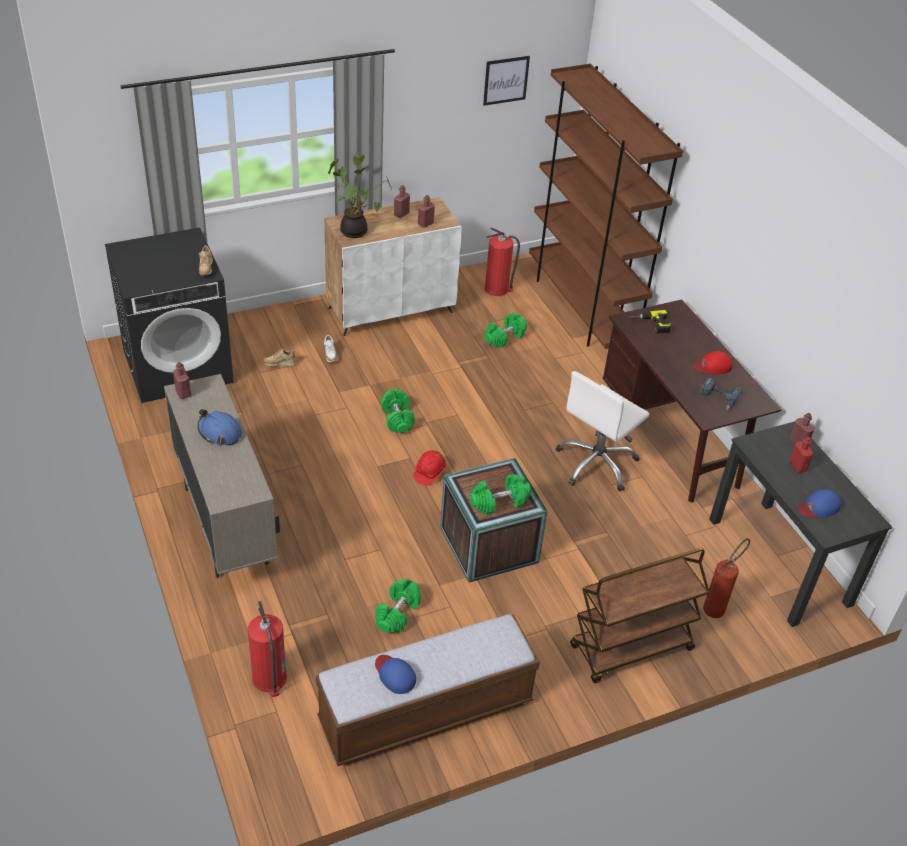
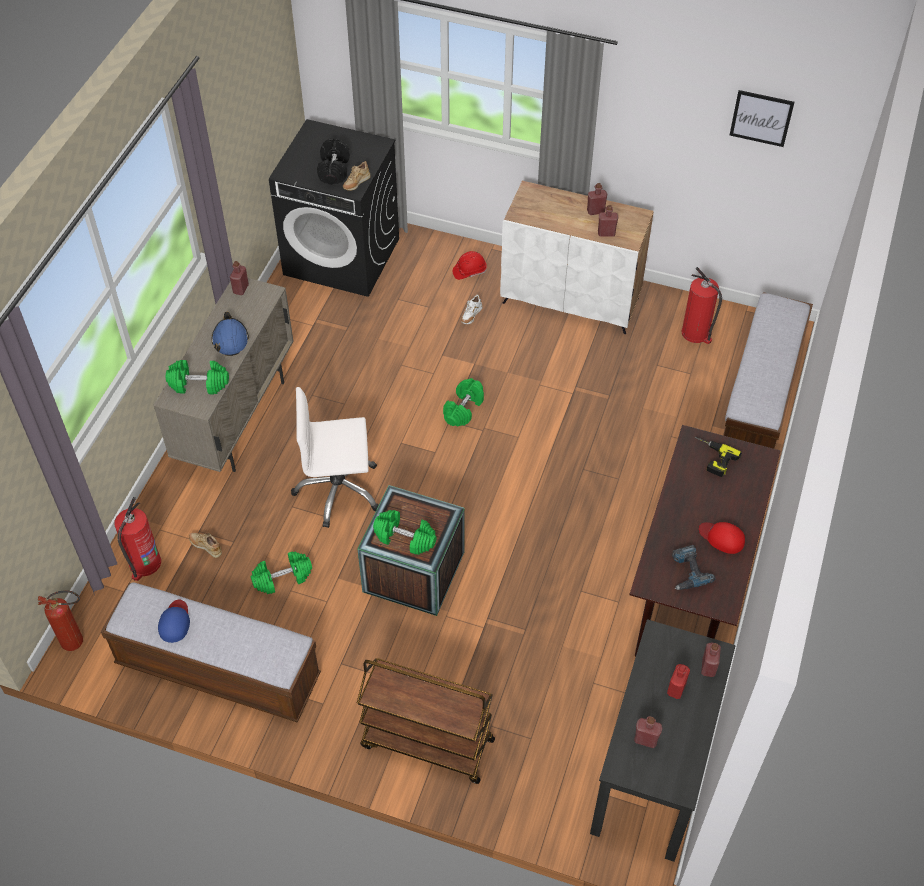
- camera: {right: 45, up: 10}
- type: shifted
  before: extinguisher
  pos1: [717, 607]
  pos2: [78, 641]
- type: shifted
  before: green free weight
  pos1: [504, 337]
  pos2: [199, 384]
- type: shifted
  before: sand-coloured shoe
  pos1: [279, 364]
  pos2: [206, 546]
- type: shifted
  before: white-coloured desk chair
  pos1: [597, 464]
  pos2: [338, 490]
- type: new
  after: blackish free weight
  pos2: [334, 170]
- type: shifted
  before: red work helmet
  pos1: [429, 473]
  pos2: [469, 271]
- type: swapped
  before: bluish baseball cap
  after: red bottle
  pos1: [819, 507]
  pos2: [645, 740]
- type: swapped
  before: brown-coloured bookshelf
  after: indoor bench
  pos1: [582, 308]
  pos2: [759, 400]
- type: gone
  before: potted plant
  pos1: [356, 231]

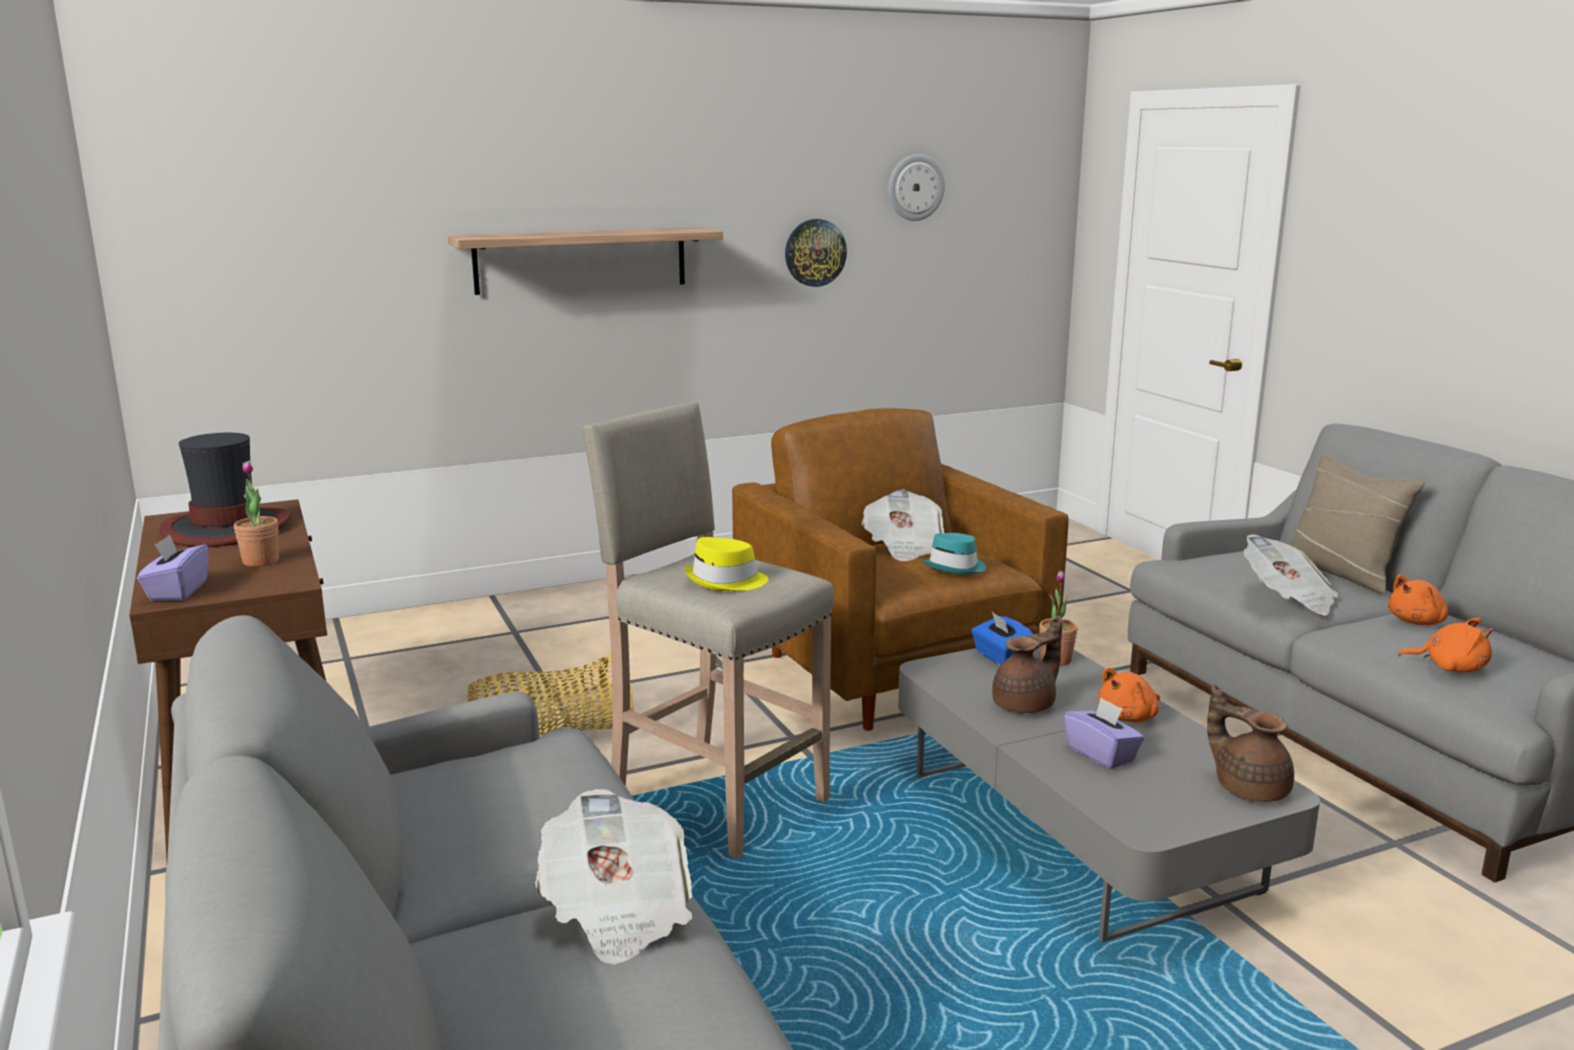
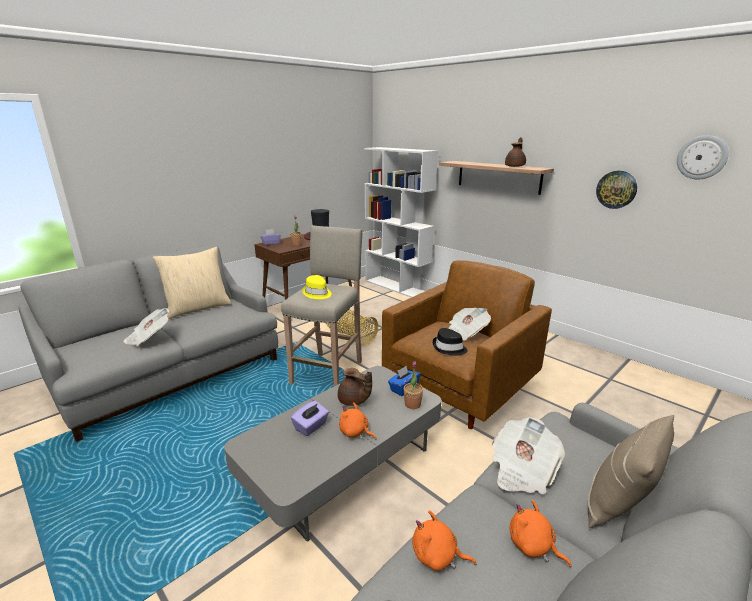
- camera: {right: 70, up: 5}
- type: new
  after: sand-coloured cushion
  pos2: [198, 308]
- type: new
  after: white-coloured bookshelf
  pos2: [397, 287]
- type: rotated
  before: orange-coloured soft toy
  pos1: [1450, 668]
  pos2: [437, 556]
  turn: 105
- type: repainted
  before: turquoise-coloured wearable hat
  after: blackish wearable hat
  pos1: [956, 567]
  pos2: [449, 348]
- type: shifted
  before: brown-coloured teapot
  pos1: [1249, 788]
  pos2: [515, 166]

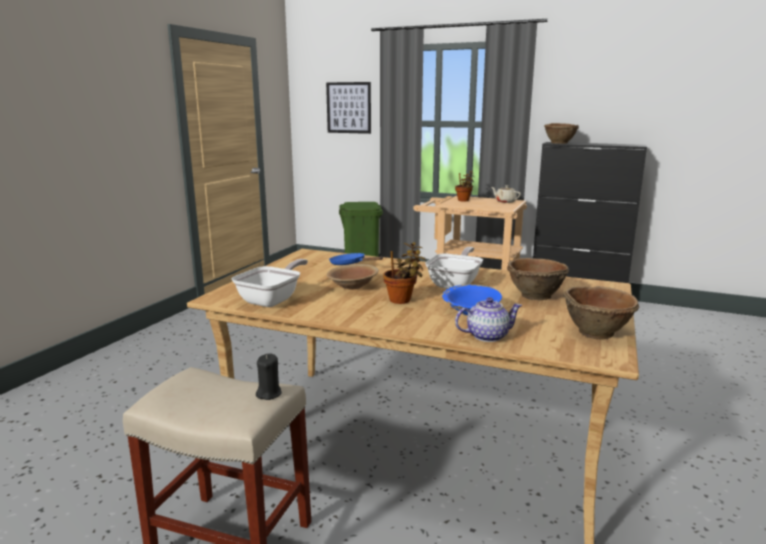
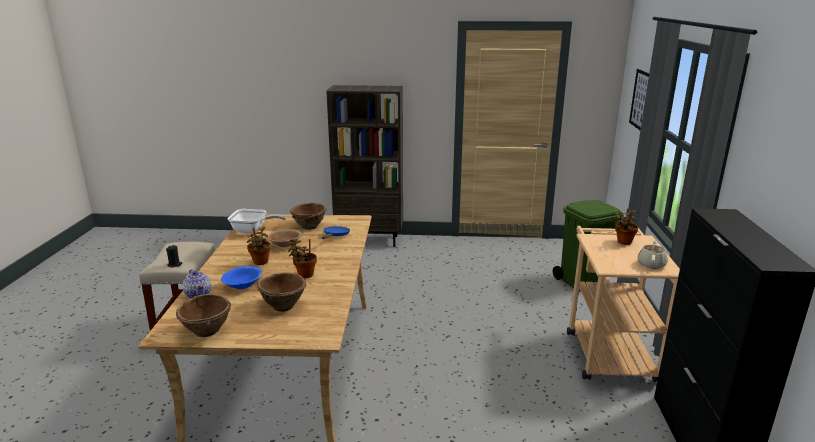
- camera: {right: 70, up: 5}
- type: swapped
  before: skillet
  after: potted plant
  pos1: [456, 283]
  pos2: [304, 274]
- type: shifted
  before: brown-coloured serving bowl
  pos1: [560, 143]
  pos2: [309, 227]
- type: new
  after: brown-coloured bookshelf
  pos2: [370, 240]

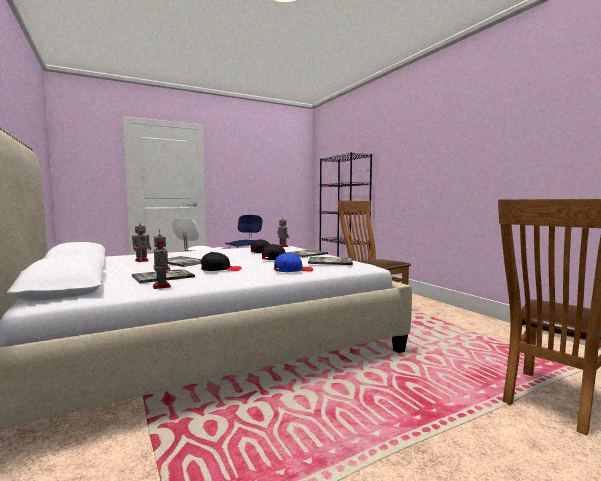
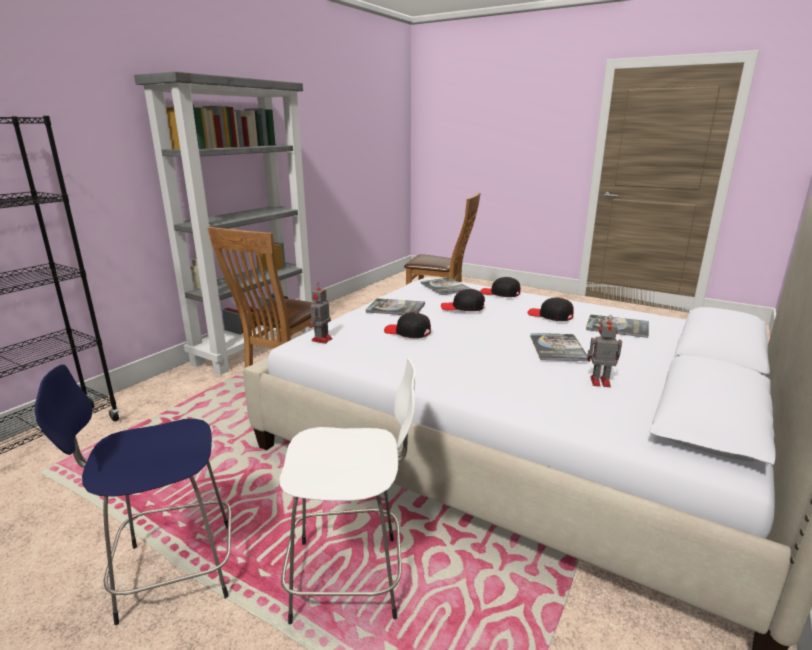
- camera: {right: -120, up: 15}
- type: new
  after: greyish bookshelf
  pos2: [256, 346]
- type: repainted
  before: bluish baseball cap
  after: blackish baseball cap
  pos1: [293, 270]
  pos2: [500, 294]
- type: gone
  before: model robot
  pos1: [161, 286]

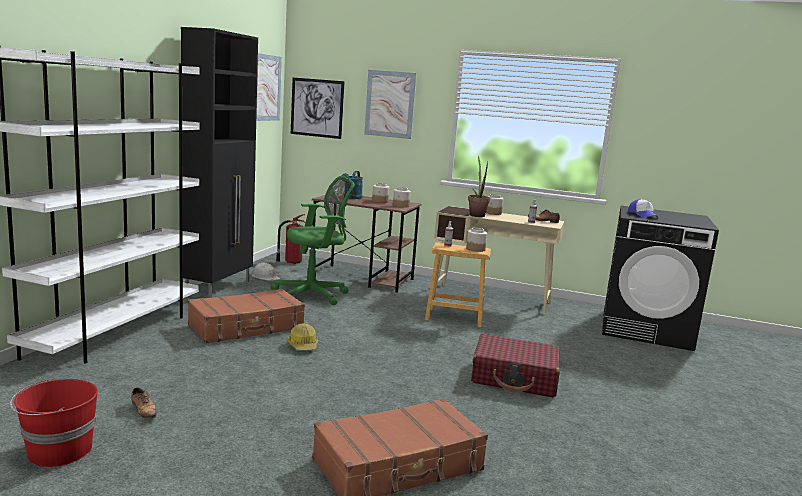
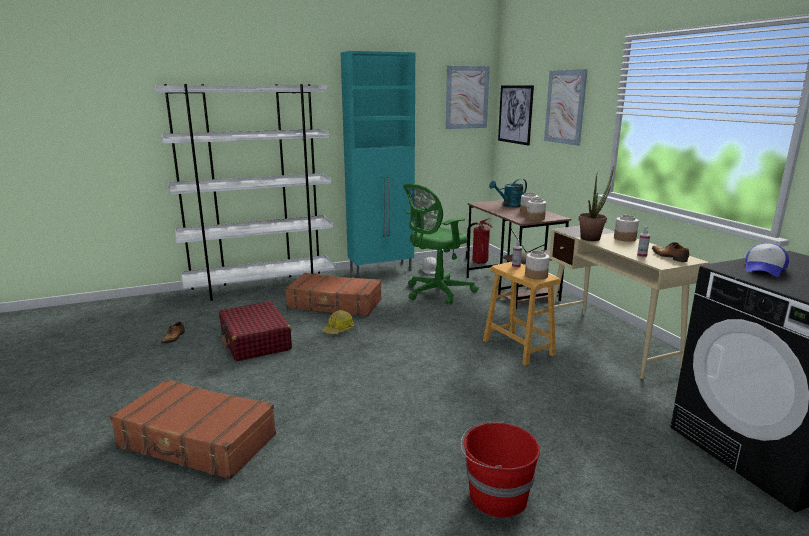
- camera: {right: 50, up: 5}
- type: shifted
  before: red piece of luggage
  pos1: [514, 378]
  pos2: [255, 341]
- type: repainted
  before: blackish cabinet
  after: turquoise-coloured cabinet
  pos1: [219, 287]
  pos2: [382, 270]
- type: rotated
  before: green desk chair
  pos1: [314, 294]
  pos2: [436, 292]
  turn: 120
- type: shifted
  before: red water bucket
  pos1: [58, 451]
  pos2: [496, 496]

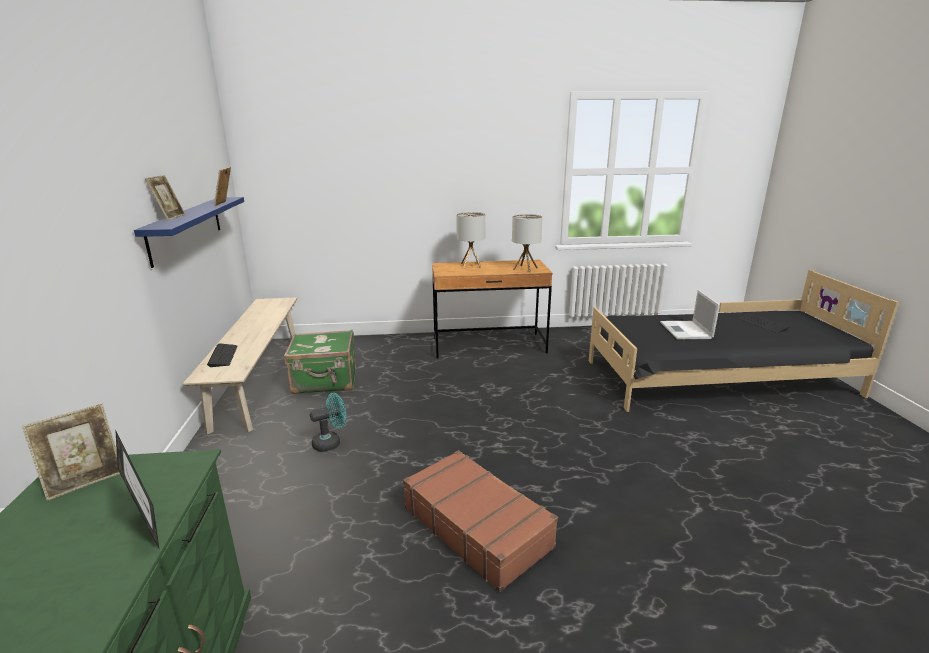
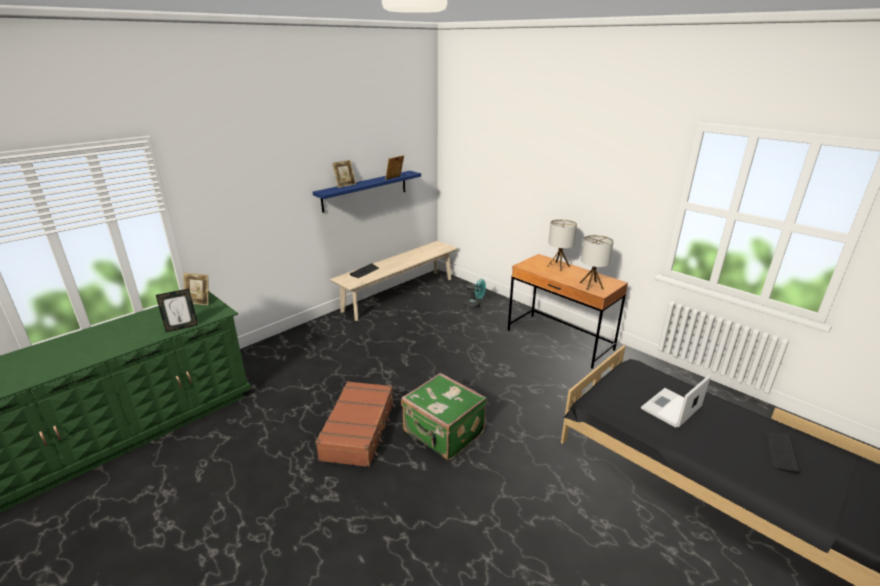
- camera: {right: 50, up: 5}
- type: rotated
  before: picture frame
  pos1: [149, 528]
  pos2: [182, 327]
  turn: 45
- type: shifted
  before: green piece of luggage
  pos1: [325, 381]
  pos2: [443, 433]
- type: shifted
  before: turquoise-coloured electric fan
  pos1: [331, 442]
  pos2: [475, 305]

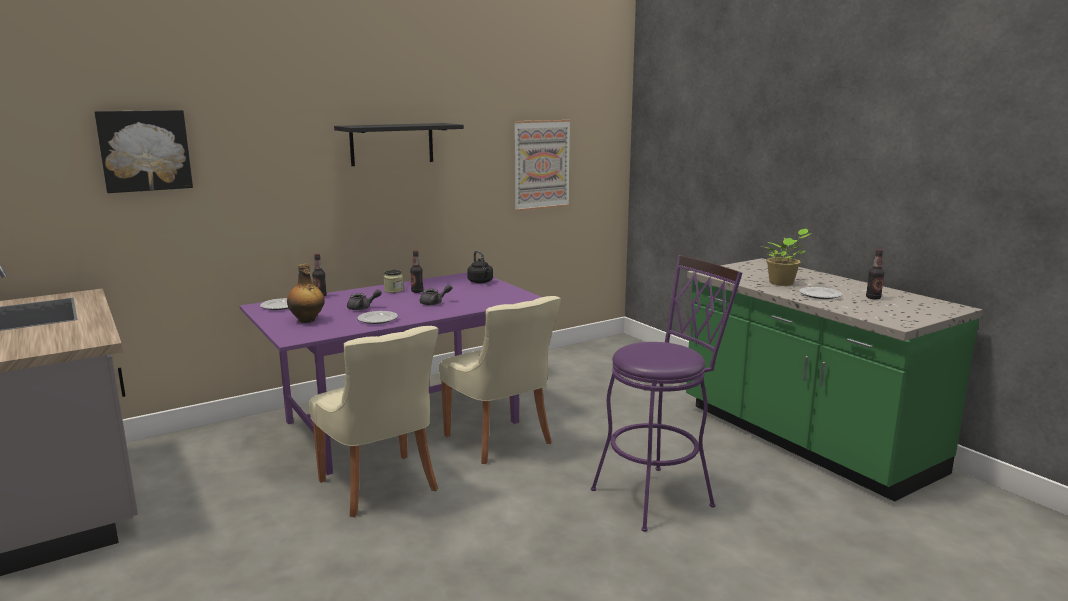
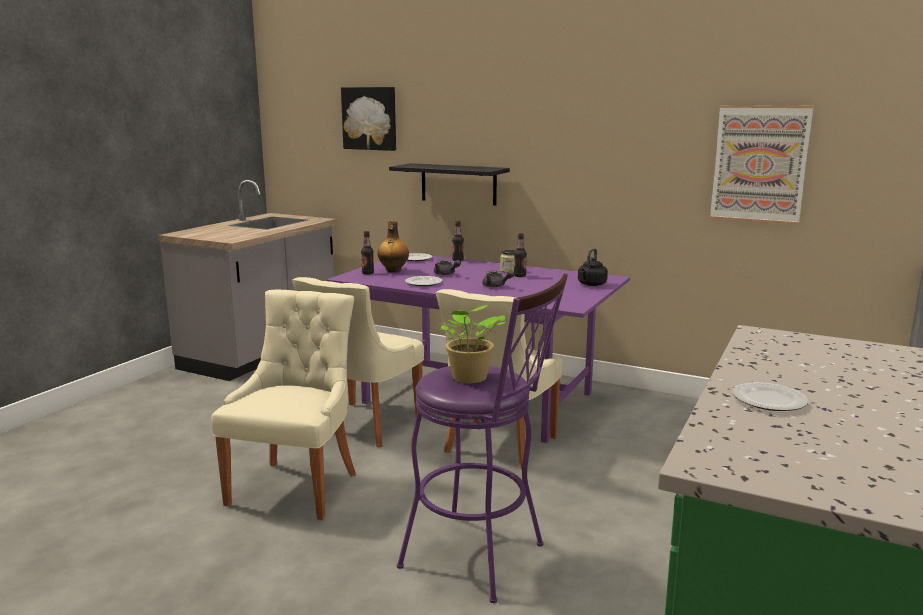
- camera: {right: 60, up: 0}
- type: new
  after: sand-coloured chair
  pos2: [296, 486]
- type: shifted
  before: bottle
  pos1: [873, 298]
  pos2: [368, 273]
- type: shifted
  before: blackish shelf
  pos1: [392, 144]
  pos2: [458, 184]
- type: shifted
  before: potted plant
  pos1: [783, 283]
  pos2: [469, 378]

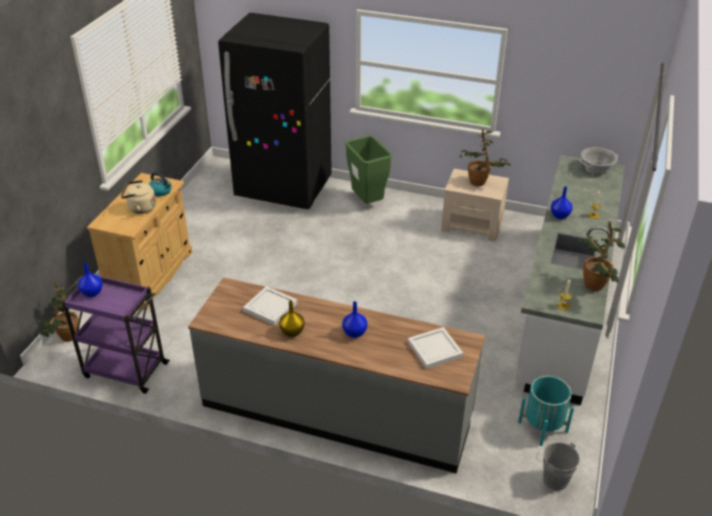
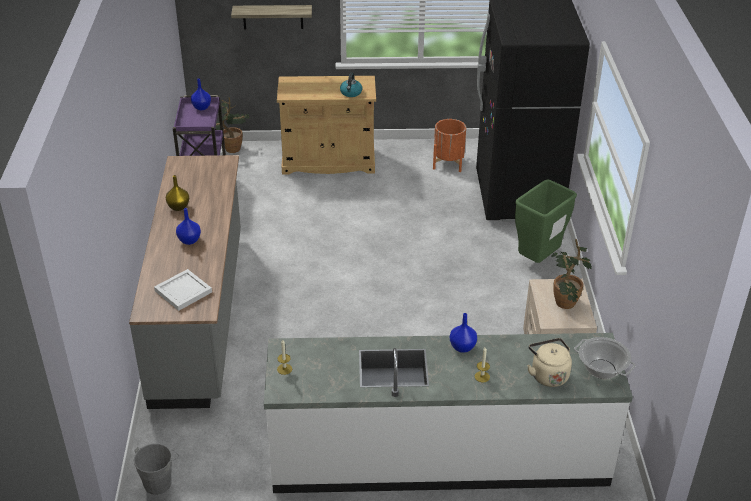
- camera: {right: 70, up: 0}
- type: new
  after: shelf
  pos2: [273, 17]
- type: new
  after: orange-coloured flower pot
  pos2: [448, 163]
- type: shifted
  before: sand-coloured tea kettle
  pos1: [140, 208]
  pos2: [548, 374]
- type: gone
  before: white-coloured serving tray
  pos1: [269, 307]
- type: gone
  before: turquoise-coloured flower pot
  pos1: [543, 427]
- type: gone
  before: potted plant
  pos1: [594, 288]

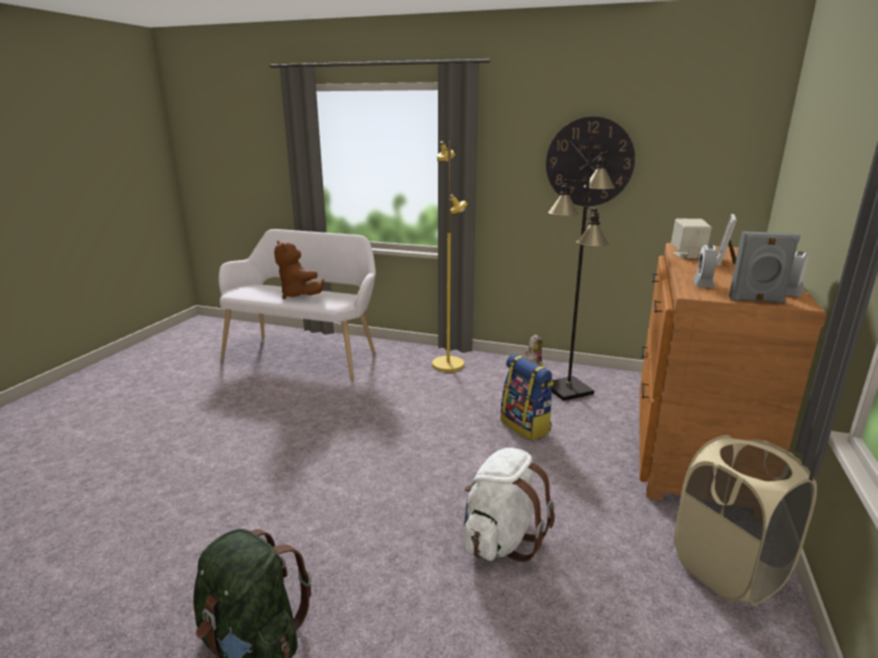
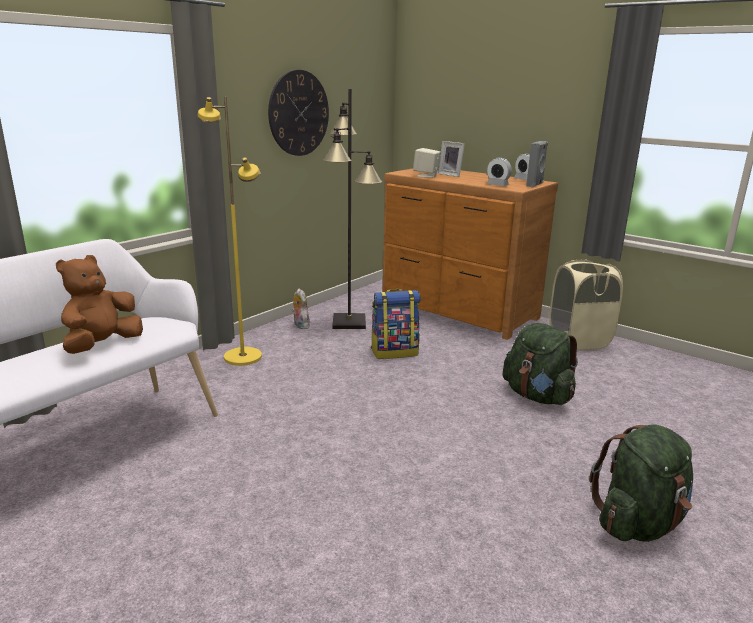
- camera: {right: -70, up: 0}
- type: rotated
  before: brown-coloured soft toy
  pos1: [299, 295]
  pos2: [102, 345]
  turn: 135
- type: repainted
  before: white-coloured knapsack
  after: green knapsack
  pos1: [501, 539]
  pos2: [537, 396]

